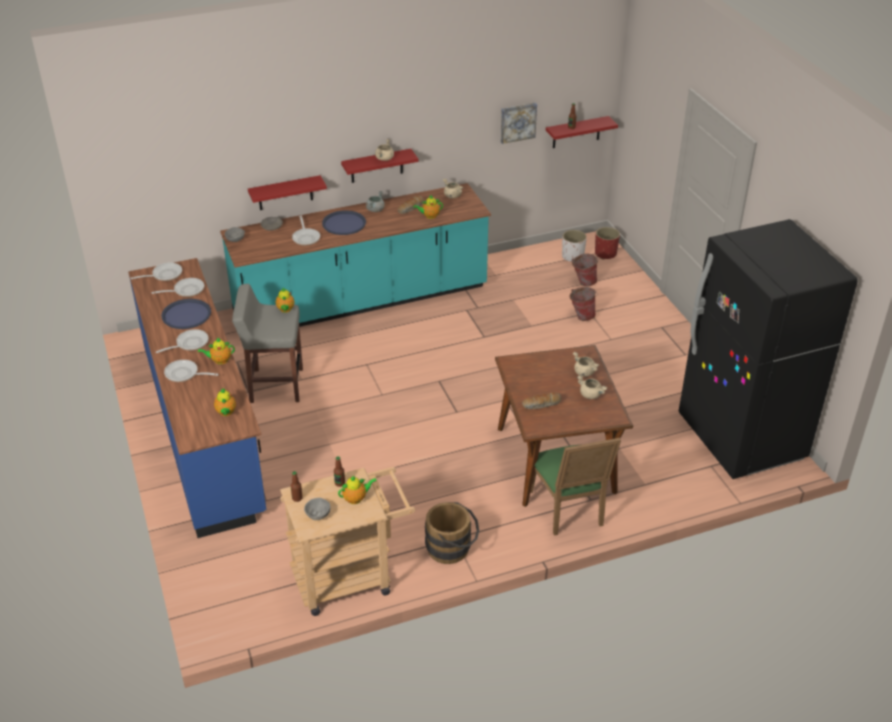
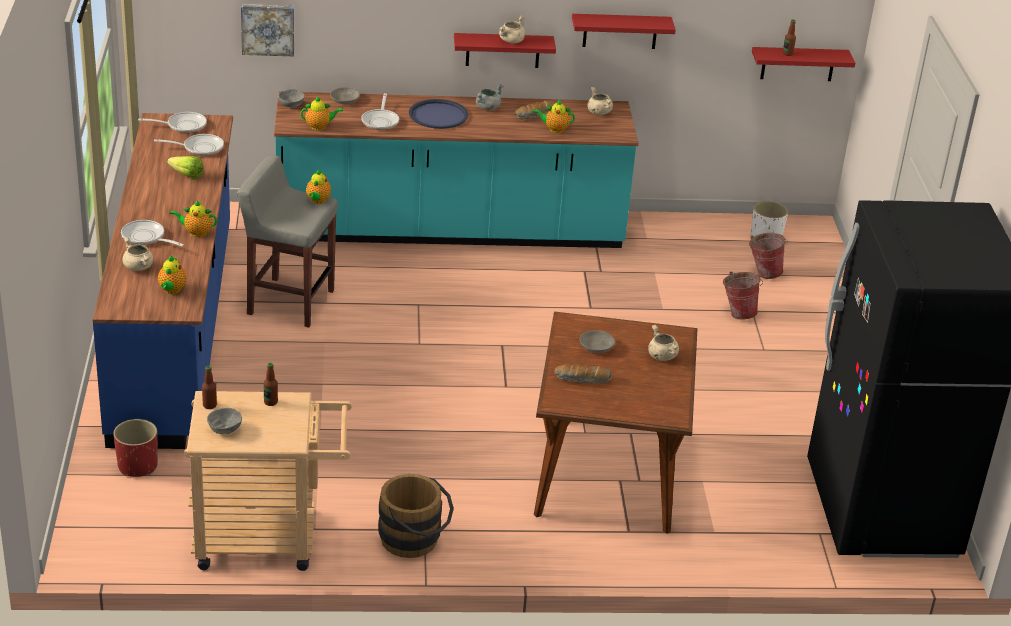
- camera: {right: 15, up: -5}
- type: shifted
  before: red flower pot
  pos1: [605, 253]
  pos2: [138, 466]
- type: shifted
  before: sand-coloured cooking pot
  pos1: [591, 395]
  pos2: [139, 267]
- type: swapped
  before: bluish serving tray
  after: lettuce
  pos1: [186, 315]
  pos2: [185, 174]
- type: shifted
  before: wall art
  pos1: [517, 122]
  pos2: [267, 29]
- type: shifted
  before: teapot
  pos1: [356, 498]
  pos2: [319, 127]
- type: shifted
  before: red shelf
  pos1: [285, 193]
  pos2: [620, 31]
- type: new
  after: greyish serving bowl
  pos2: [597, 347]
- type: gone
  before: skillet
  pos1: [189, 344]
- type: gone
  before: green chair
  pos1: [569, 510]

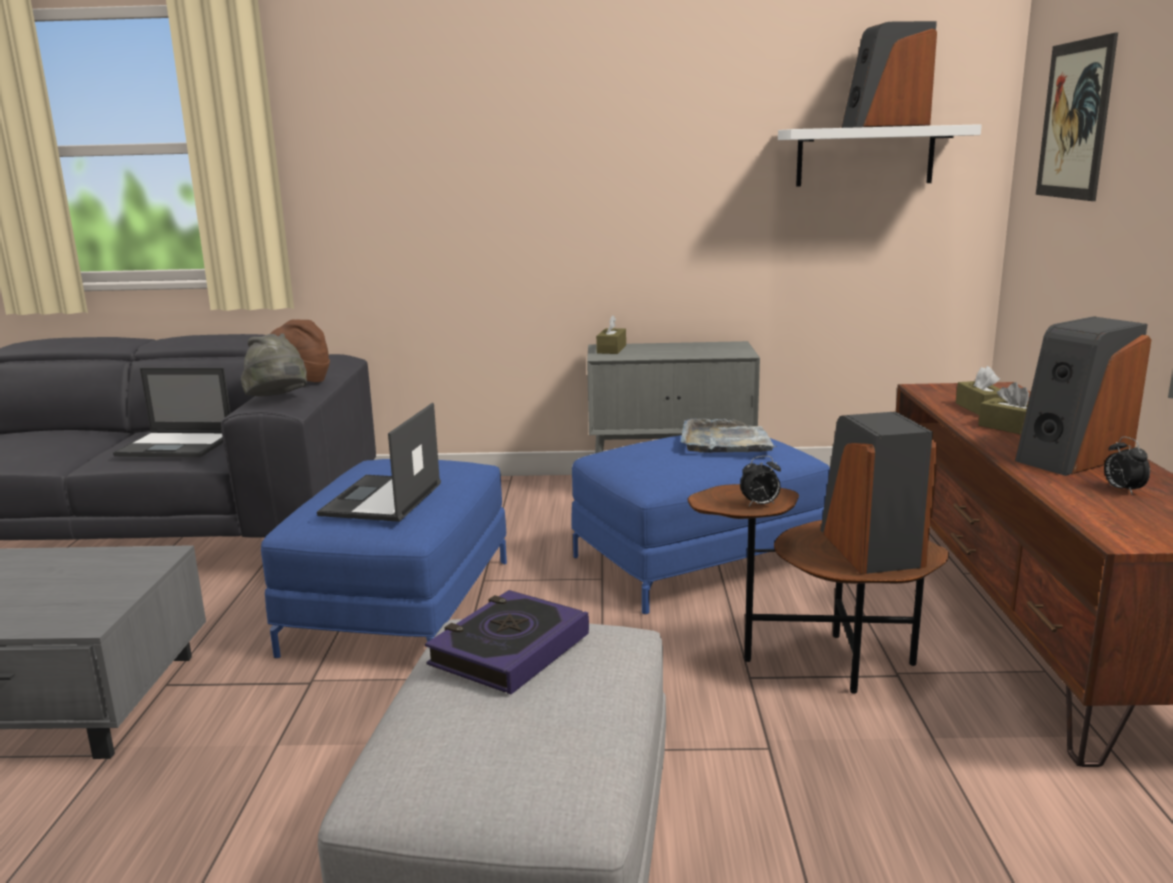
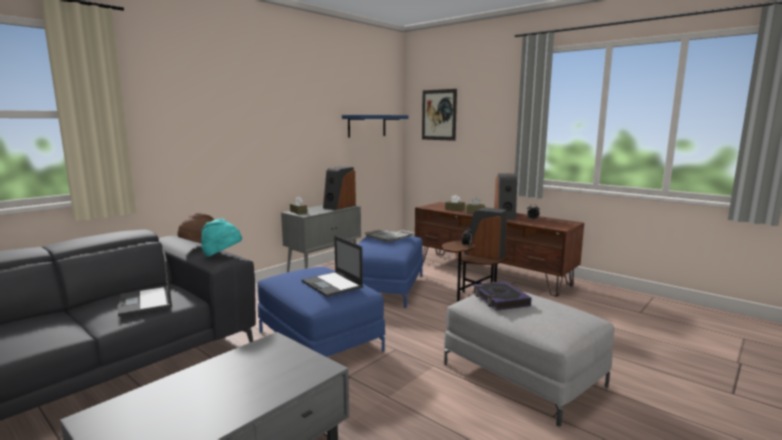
- camera: {right: -50, up: -5}
- type: rotated
  before: laptop
  pos1: [177, 445]
  pos2: [145, 301]
  turn: 105
- type: repainted
  before: greyish wearable hat
  after: turquoise-coloured wearable hat
  pos1: [278, 400]
  pos2: [222, 256]
- type: shifted
  before: loudspeaker
  pos1: [885, 126]
  pos2: [339, 206]
- type: repainted
  before: white-coloured shelf
  after: bluish shelf
  pos1: [865, 156]
  pos2: [367, 126]

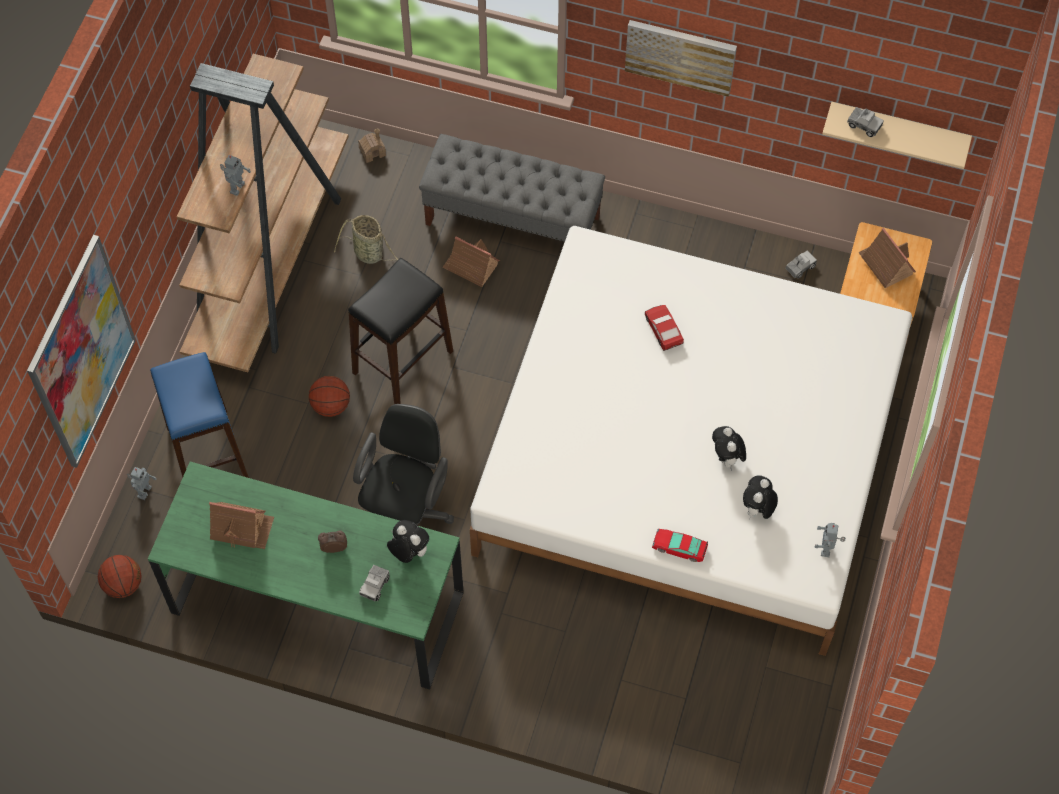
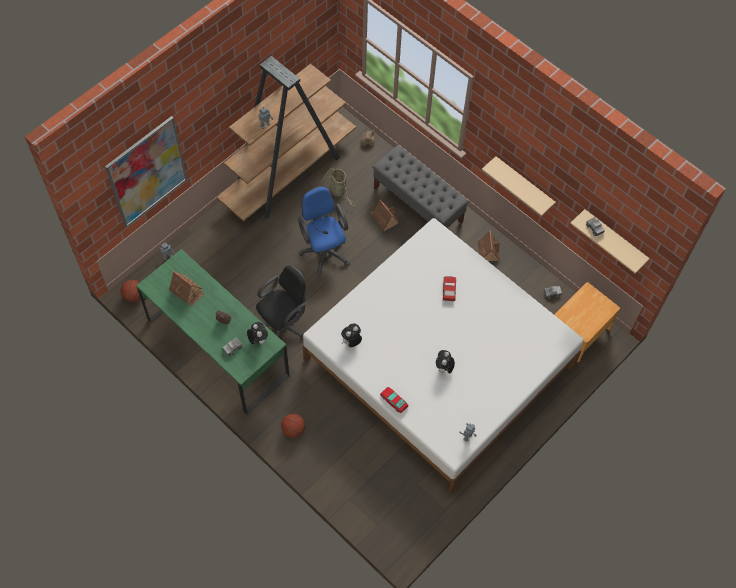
- camera: {right: 25, up: 0}
- type: shifted
  before: basketball
  pos1: [331, 405]
  pos2: [293, 430]
- type: swapped
  before: blackish sitting stool
  after: bluish desk chair
  pos1: [403, 361]
  pos2: [324, 250]
- type: shifted
  before: soft toy
  pos1: [757, 509]
  pos2: [351, 342]
- type: shifted
  before: toy house
  pos1: [886, 264]
  pos2: [488, 250]
- type: new
  after: sand-coloured shelf
  pos2: [523, 185]
- type: gone
  before: bluish sitting stool
  pos1: [207, 453]
- type: gone
  before: wall art
  pos1: [680, 56]

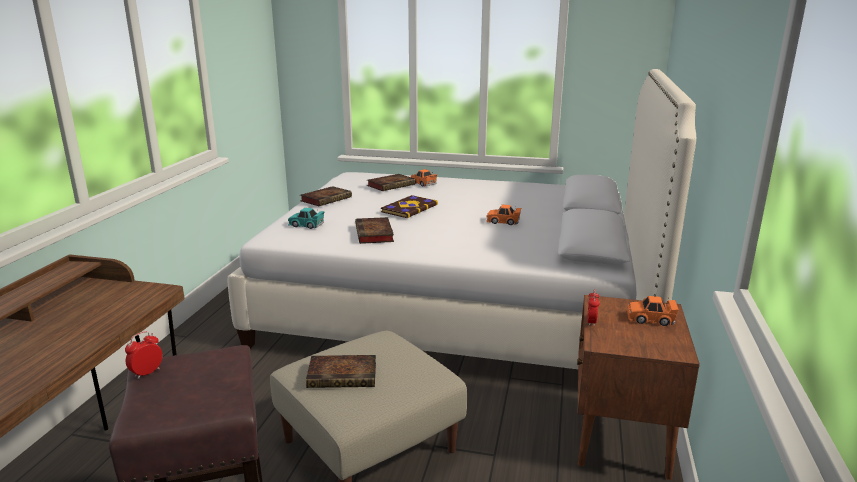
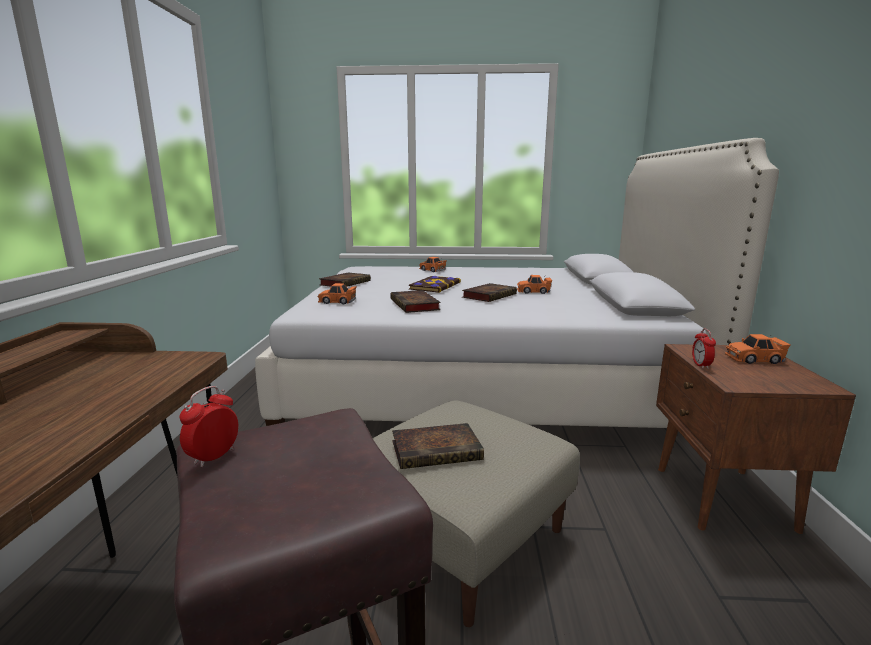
- camera: {right: -10, up: -5}
- type: repainted
  before: turquoise-coloured toy car
  after: orange-coloured toy car
  pos1: [306, 225]
  pos2: [337, 302]
- type: shifted
  before: volume
  pos1: [391, 185]
  pos2: [489, 296]

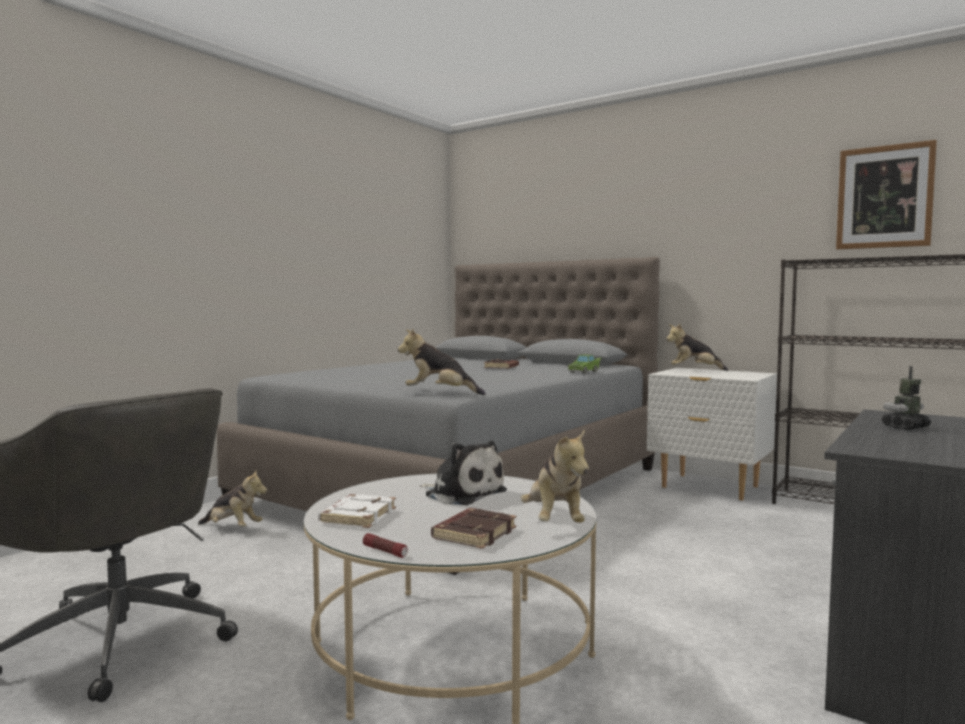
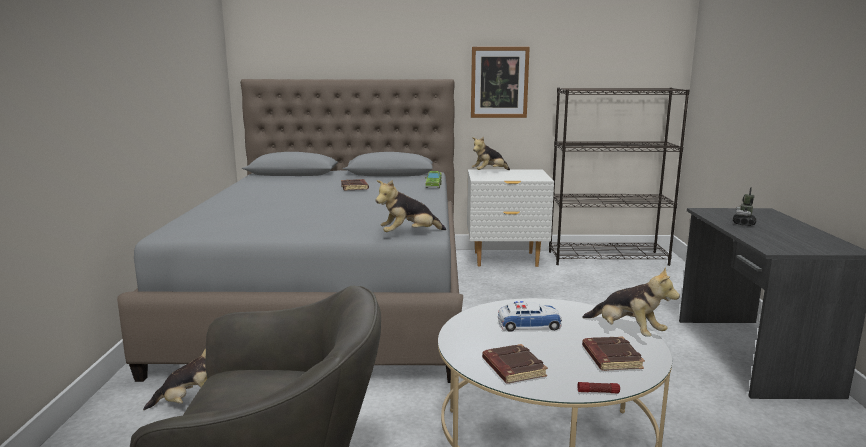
- camera: {right: -35, up: 10}
- type: shifted
  before: wall art
  pos1: [884, 197]
  pos2: [499, 82]
- type: repainted
  before: white-coloured volume
  after: brown-coloured volume
  pos1: [357, 516]
  pos2: [512, 368]
- type: swapped
  before: soft toy
  after: toy car
  pos1: [462, 494]
  pos2: [528, 324]

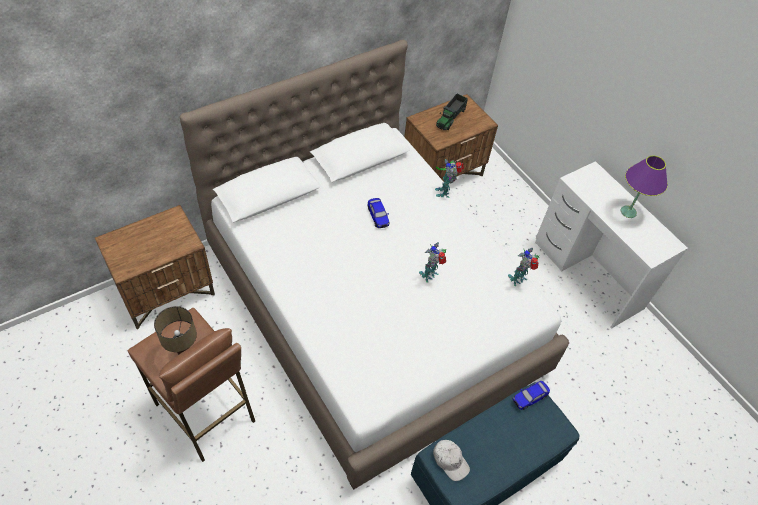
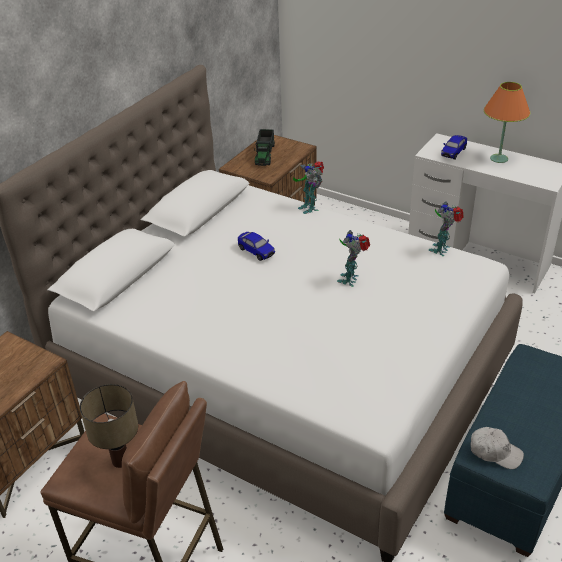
- camera: {right: -20, up: -15}
- type: shifted
  before: toy car
  pos1: [529, 398]
  pos2: [453, 152]
- type: repainted
  before: purplish lamp for a table
  after: orange-coloured lamp for a table
  pos1: [628, 212]
  pos2: [498, 158]

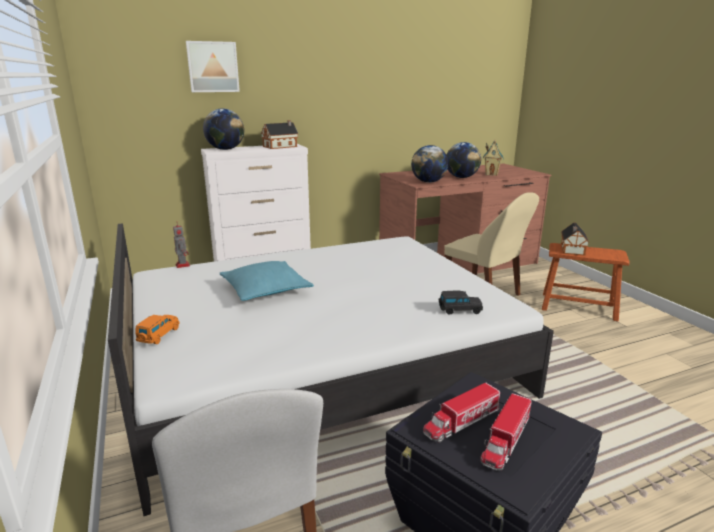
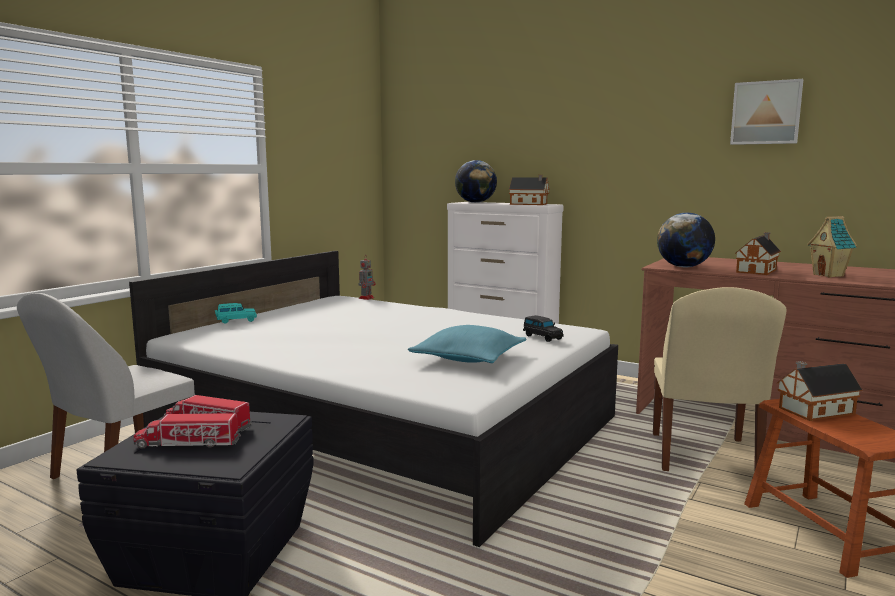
- camera: {right: 55, up: -10}
- type: repainted
  before: orange-coloured toy car
  after: turquoise-coloured toy car
  pos1: [158, 336]
  pos2: [236, 321]
- type: shifted
  before: turquoise-coloured cushion
  pos1: [266, 290]
  pos2: [468, 358]
- type: shifted
  before: blackish toy car
  pos1: [459, 310]
  pos2: [542, 337]
- type: shifted
  before: wall art
  pos1: [213, 67]
  pos2: [766, 113]
- type: swapped
  before: globe
  after: toy house
  pos1: [461, 177]
  pos2: [757, 271]

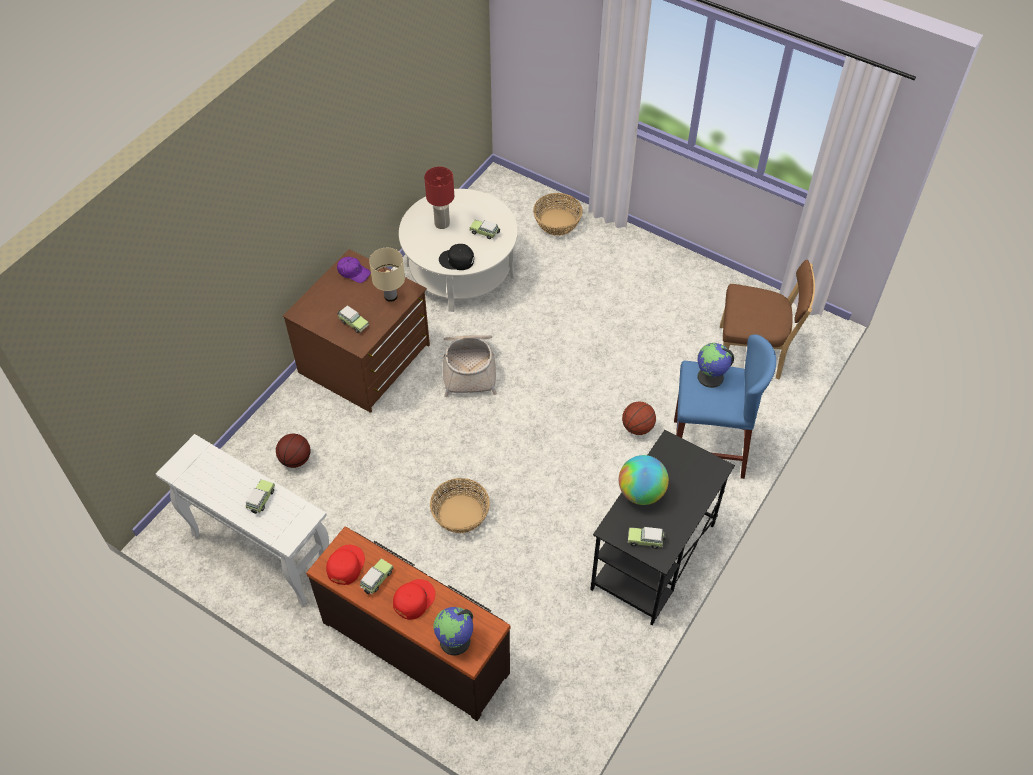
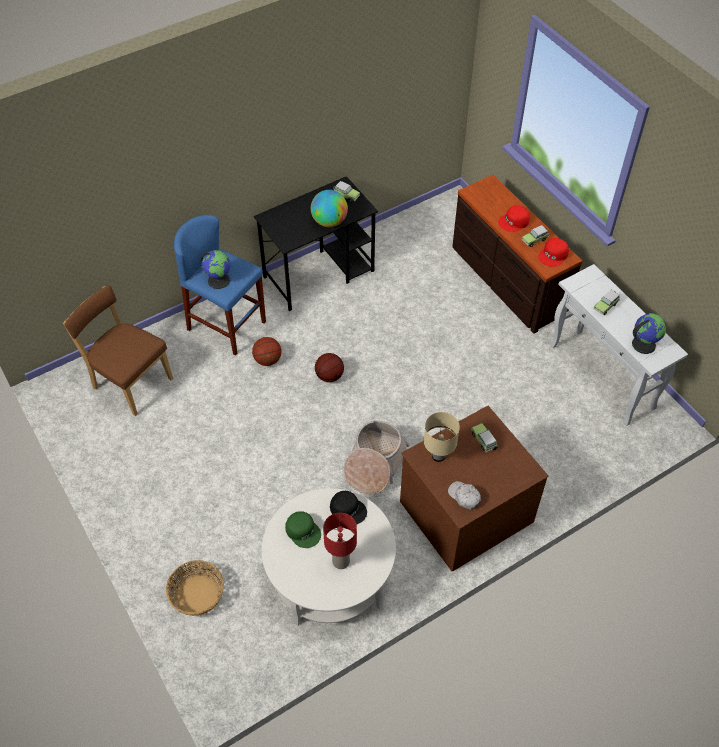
- camera: {right: -155, up: 0}
- type: swapped
  before: toy car
  after: green baseball cap
  pos1: [485, 233]
  pos2: [303, 531]
- type: shifted
  before: basketball
  pos1: [295, 459]
  pos2: [329, 376]
- type: repainted
  before: purplish baseball cap
  after: white-coloured baseball cap
  pos1: [353, 272]
  pos2: [464, 497]
- type: shifted
  before: globe
  pos1: [455, 641]
  pos2: [643, 344]
- type: gone
  before: basket
  pos1: [460, 514]

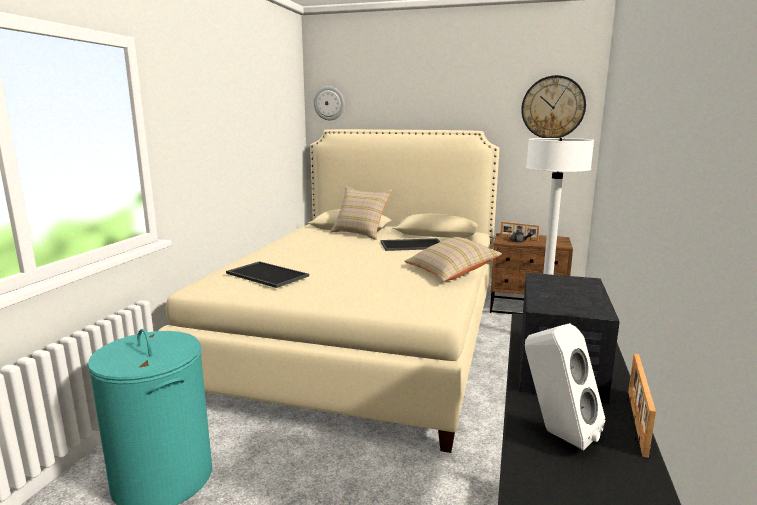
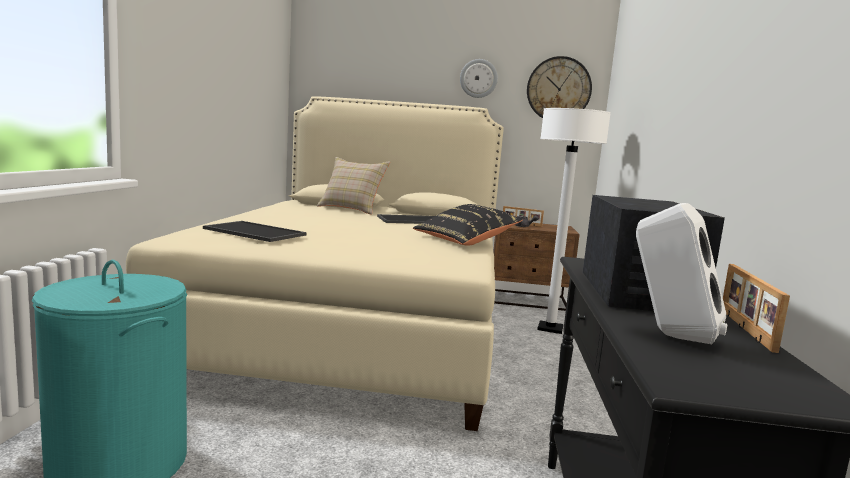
- camera: {right: -10, up: -5}
- type: repainted
  before: sand-coloured cushion
  after: blackish cushion
  pos1: [451, 272]
  pos2: [465, 241]
- type: shifted
  before: clock on the wall
  pos1: [329, 103]
  pos2: [478, 78]

